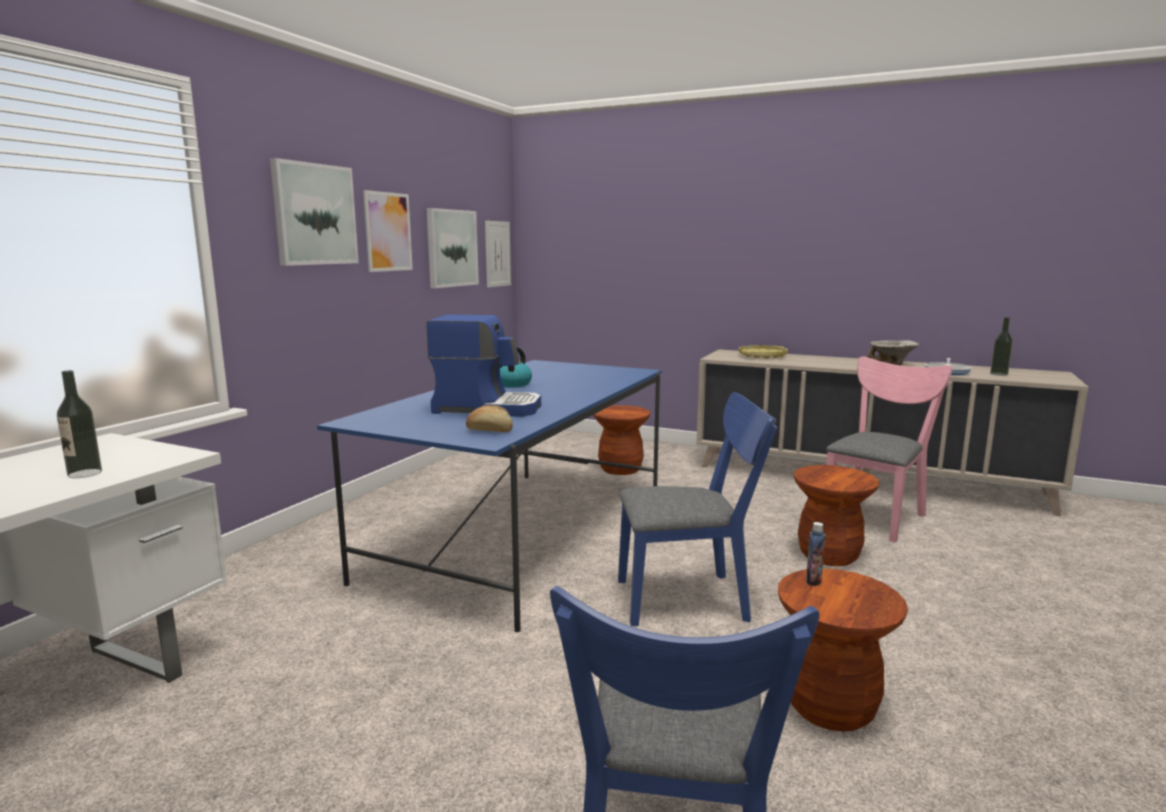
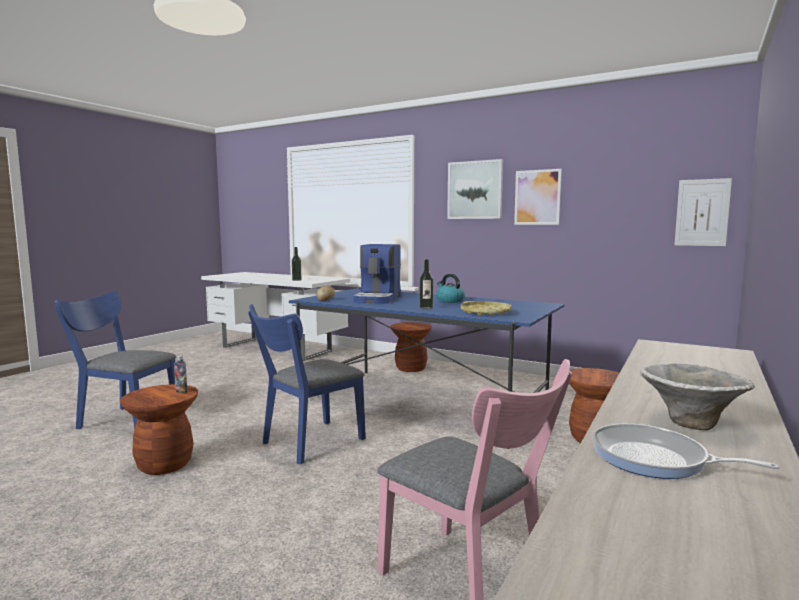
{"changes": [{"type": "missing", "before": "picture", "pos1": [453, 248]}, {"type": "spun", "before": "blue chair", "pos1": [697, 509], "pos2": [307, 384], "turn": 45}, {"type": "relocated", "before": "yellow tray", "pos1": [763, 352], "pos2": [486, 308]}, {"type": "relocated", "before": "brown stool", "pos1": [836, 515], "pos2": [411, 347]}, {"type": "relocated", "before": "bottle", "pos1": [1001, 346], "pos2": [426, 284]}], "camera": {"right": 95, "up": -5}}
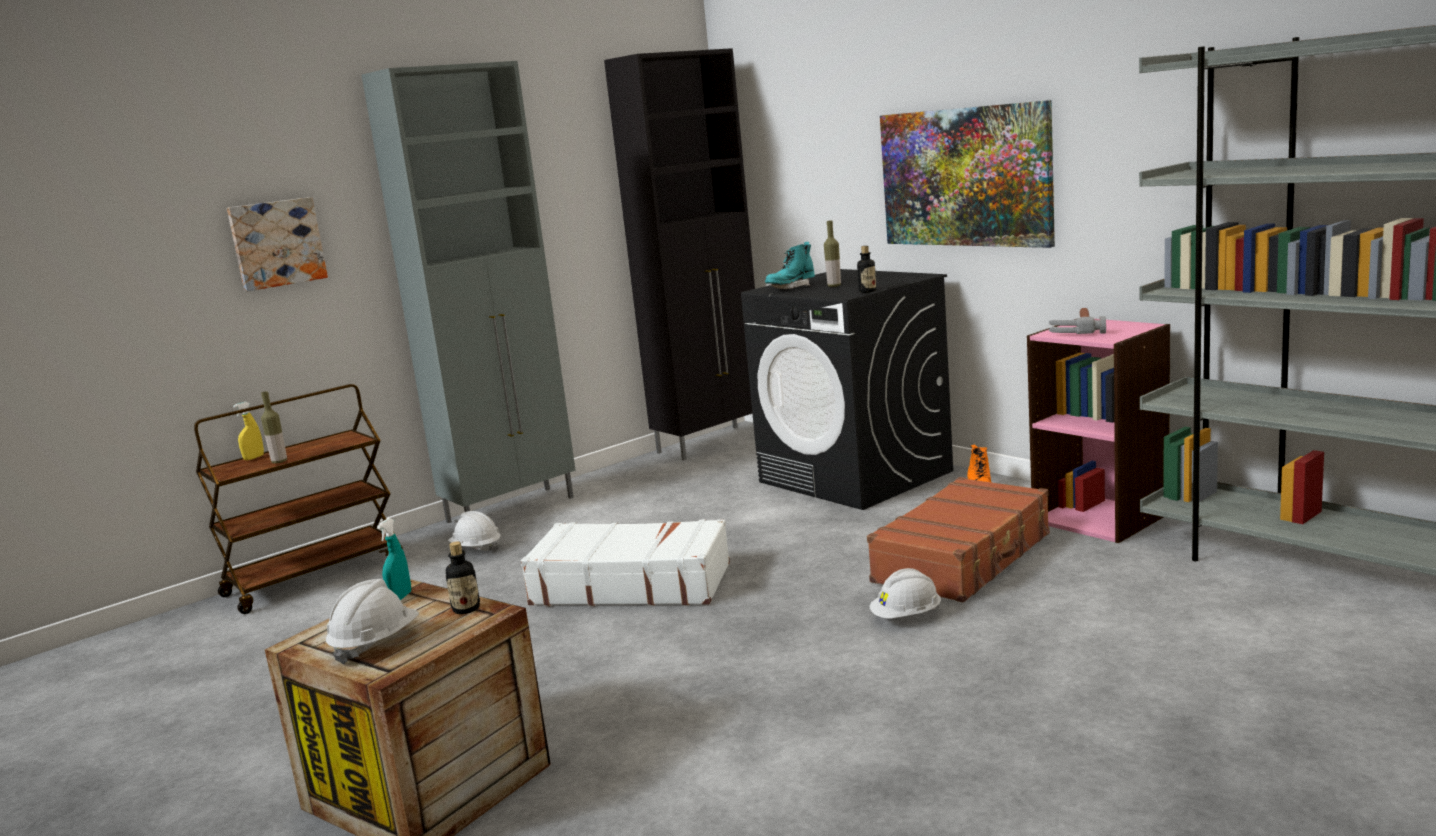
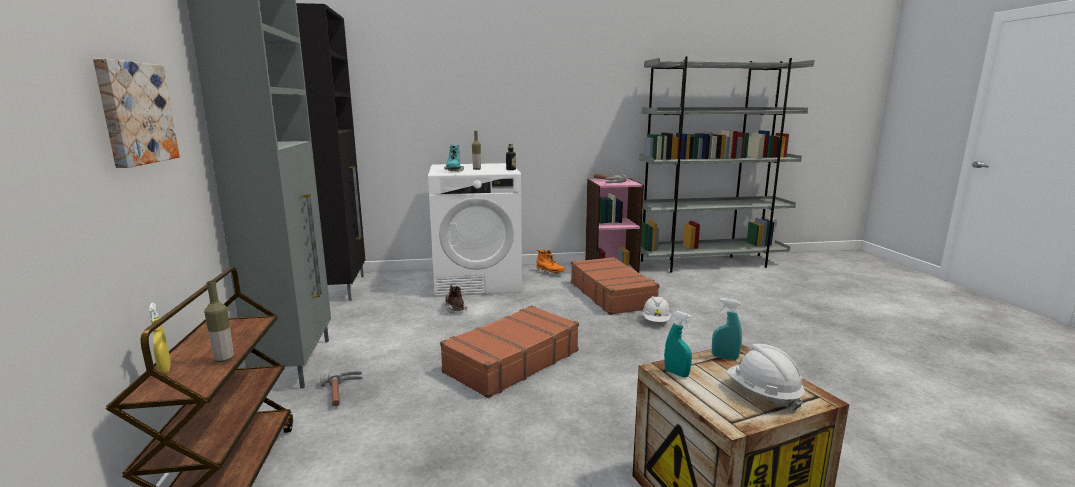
{"changes": [{"type": "exchanged", "before": "bottle", "after": "turquoise spray bottle", "pos1": [462, 577], "pos2": [727, 329]}, {"type": "exchanged", "before": "white hard hat", "after": "hammer", "pos1": [474, 531], "pos2": [341, 388]}, {"type": "colour", "before": "white suitcase", "after": "brown suitcase", "pos1": [625, 562], "pos2": [509, 351]}, {"type": "colour", "before": "black washing machine", "after": "white washing machine", "pos1": [847, 389], "pos2": [475, 230]}, {"type": "missing", "before": "picture", "pos1": [967, 174]}, {"type": "appeared", "after": "brown boot", "pos2": [455, 299]}], "camera": {"right": -60, "up": 0}}
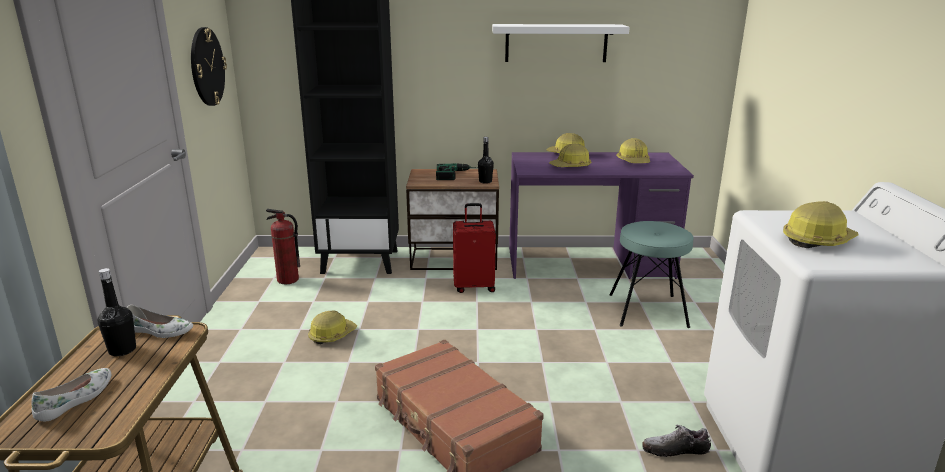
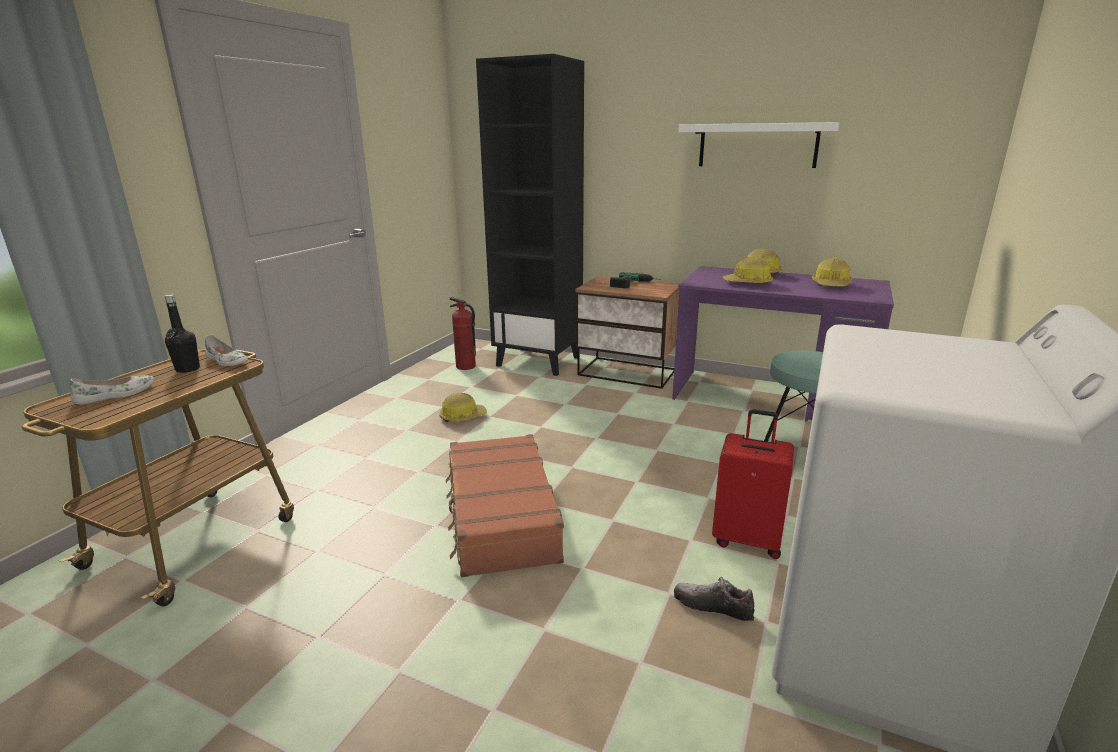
{"changes": [{"type": "missing", "before": "wall clock", "pos1": [209, 66]}, {"type": "relocated", "before": "red suitcase", "pos1": [474, 248], "pos2": [753, 484]}, {"type": "missing", "before": "black bottle", "pos1": [486, 160]}, {"type": "missing", "before": "hard hat", "pos1": [821, 224]}], "camera": {"right": 25, "up": 0}}
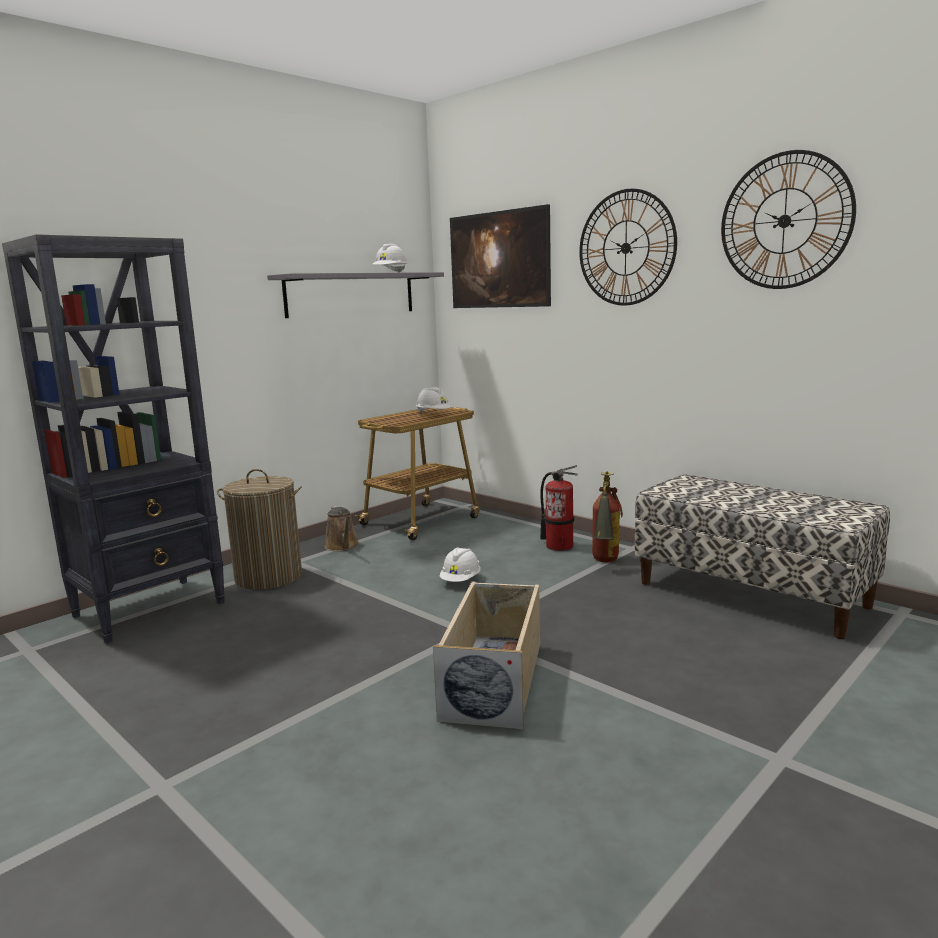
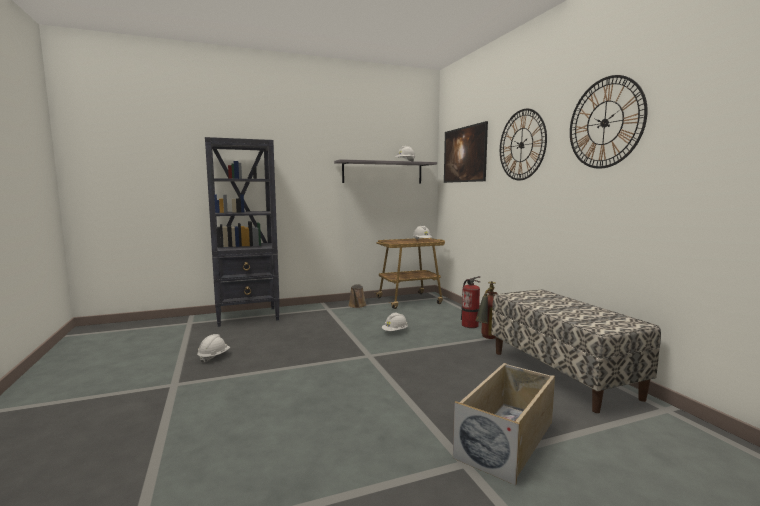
{"changes": [{"type": "missing", "before": "laundry basket", "pos1": [259, 529]}, {"type": "relocated", "before": "beige storage box", "pos1": [486, 656], "pos2": [504, 424]}, {"type": "appeared", "after": "white hard hat", "pos2": [213, 348]}], "camera": {"right": 25, "up": -5}}
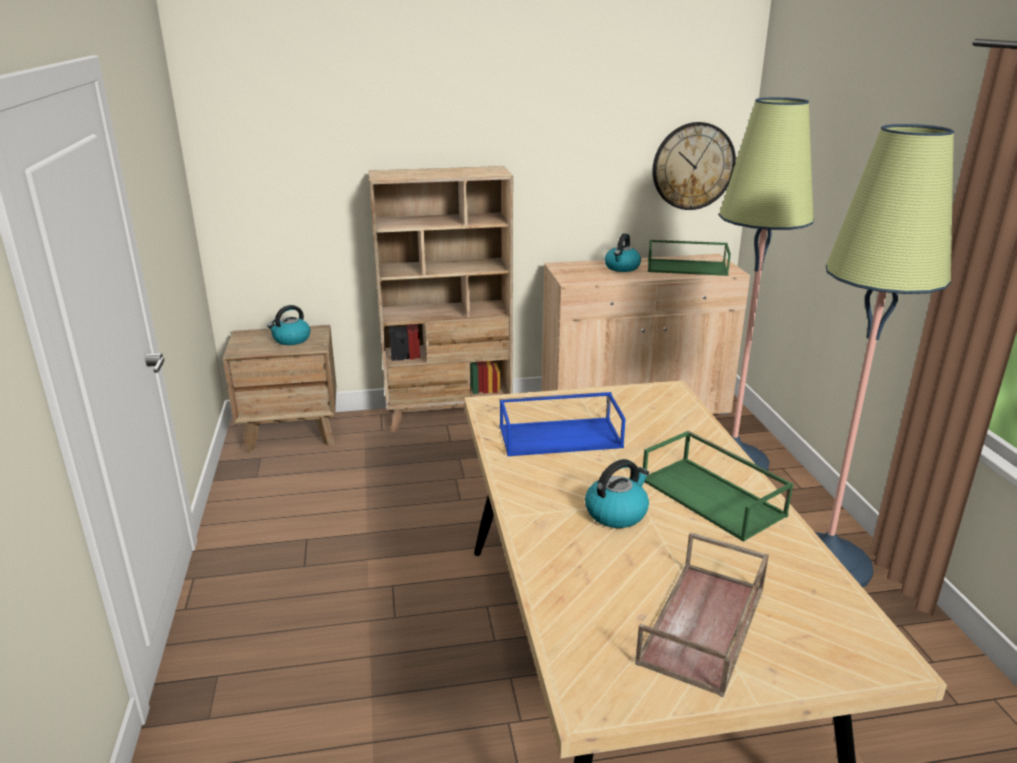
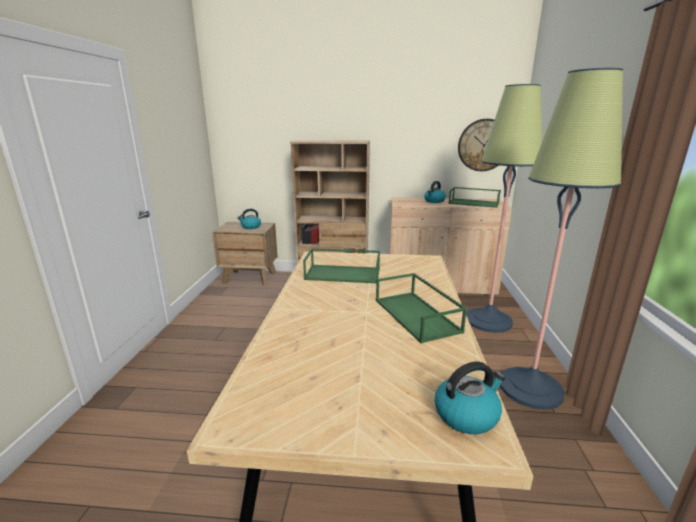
{"changes": [{"type": "colour", "before": "blue tray", "after": "green tray", "pos1": [563, 424], "pos2": [341, 265]}, {"type": "relocated", "before": "kettle", "pos1": [617, 493], "pos2": [470, 397]}, {"type": "missing", "before": "brown tray", "pos1": [702, 614]}], "camera": {"right": 15, "up": -5}}
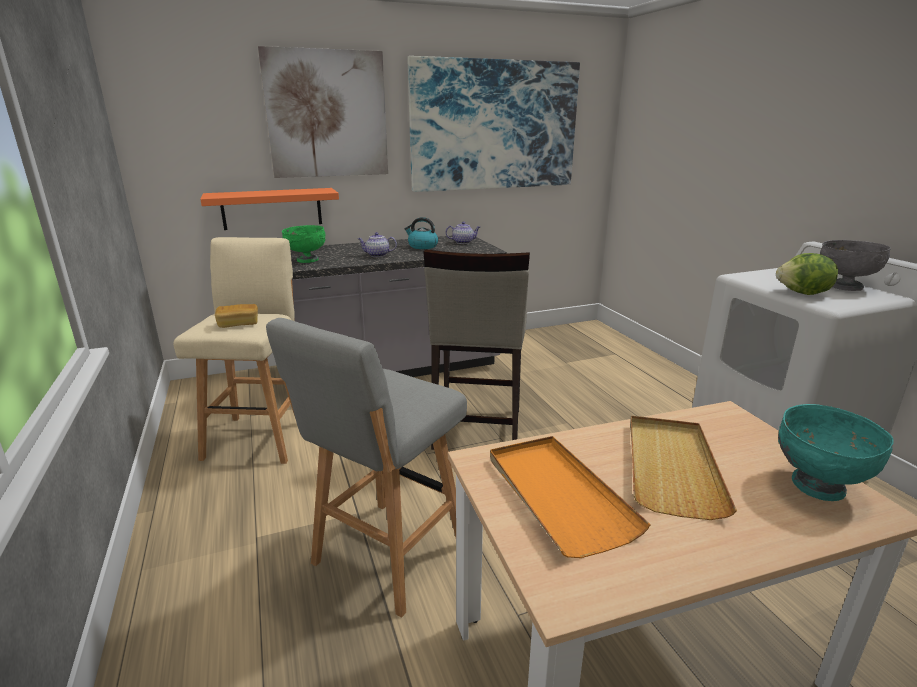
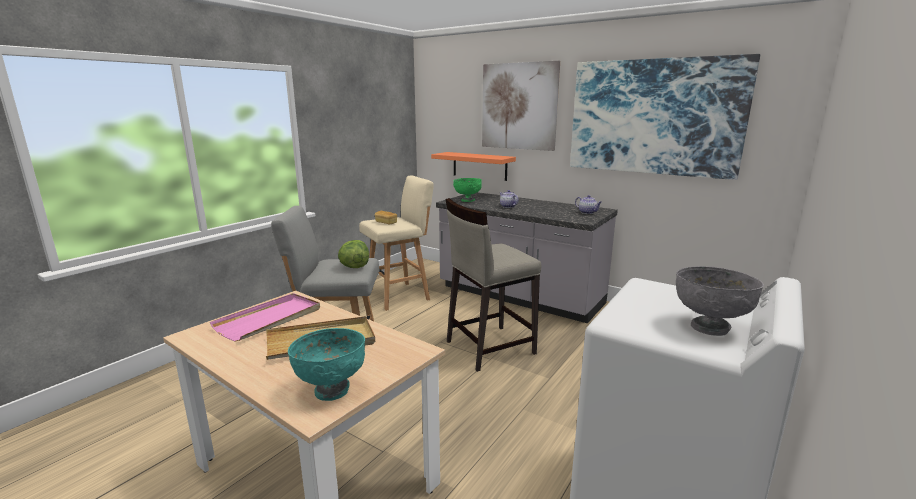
{"changes": [{"type": "missing", "before": "kettle", "pos1": [421, 233]}, {"type": "colour", "before": "orange tray", "after": "pink tray", "pos1": [570, 497], "pos2": [265, 317]}, {"type": "relocated", "before": "lettuce", "pos1": [807, 274], "pos2": [353, 254]}], "camera": {"right": 55, "up": -5}}
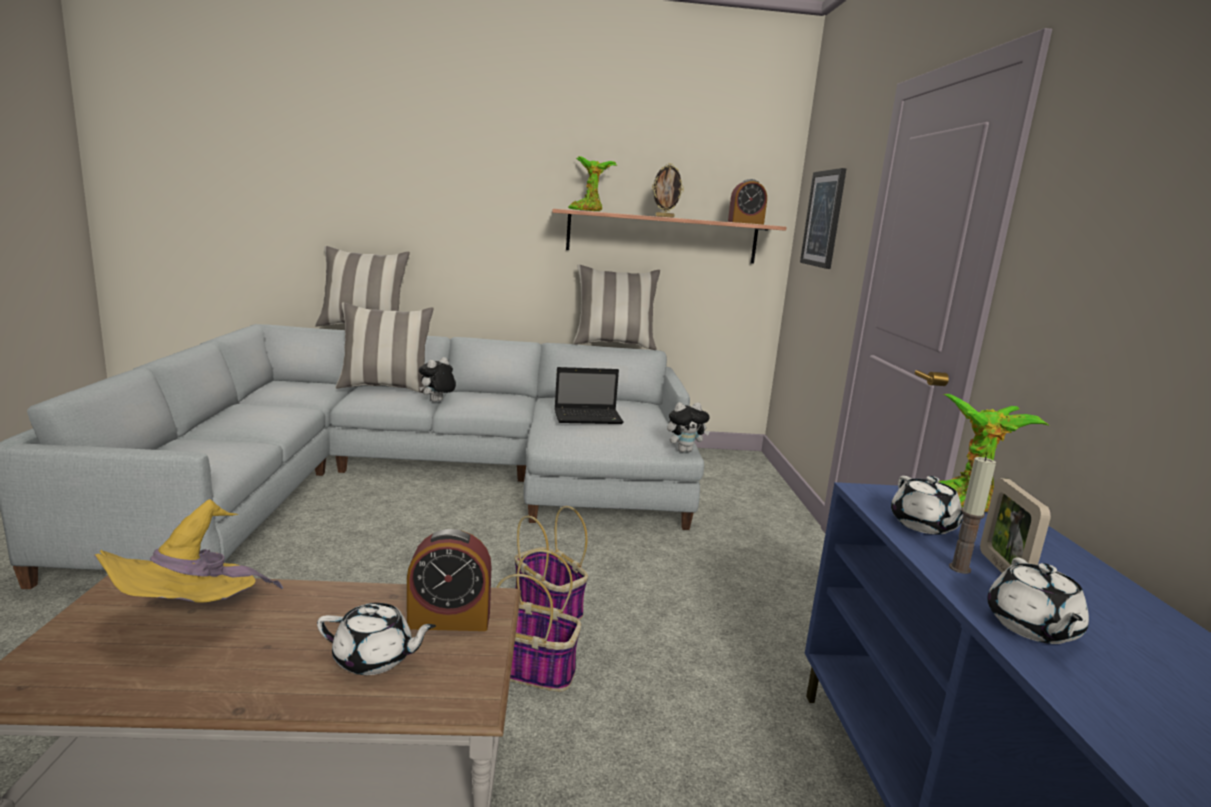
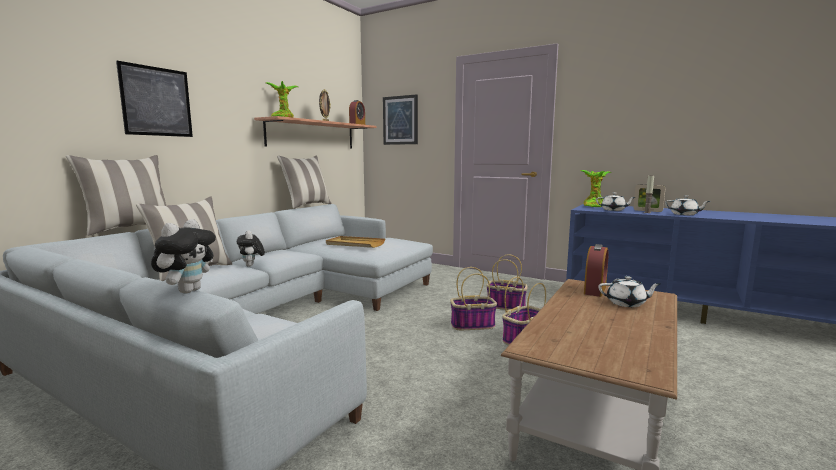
{"changes": [{"type": "missing", "before": "yellow hat", "pos1": [188, 551]}, {"type": "spun", "before": "white teapot", "pos1": [376, 639], "pos2": [629, 291], "turn": 60}, {"type": "exchanged", "before": "laptop", "after": "beige tray", "pos1": [589, 395], "pos2": [355, 242]}, {"type": "relocated", "before": "plush toy", "pos1": [688, 427], "pos2": [183, 256]}, {"type": "appeared", "after": "picture", "pos2": [154, 99]}, {"type": "appeared", "after": "basket", "pos2": [507, 282]}], "camera": {"right": -55, "up": -5}}
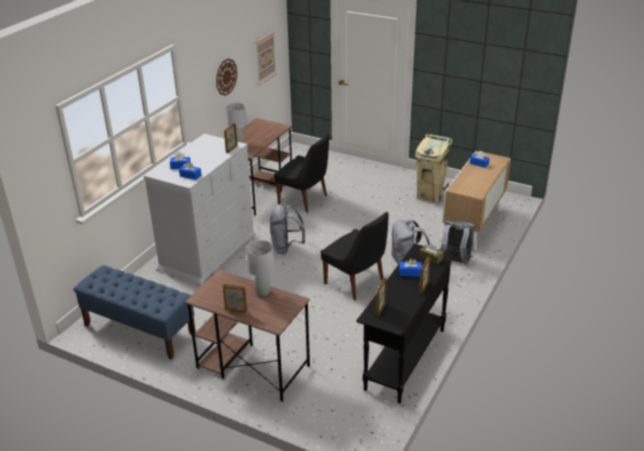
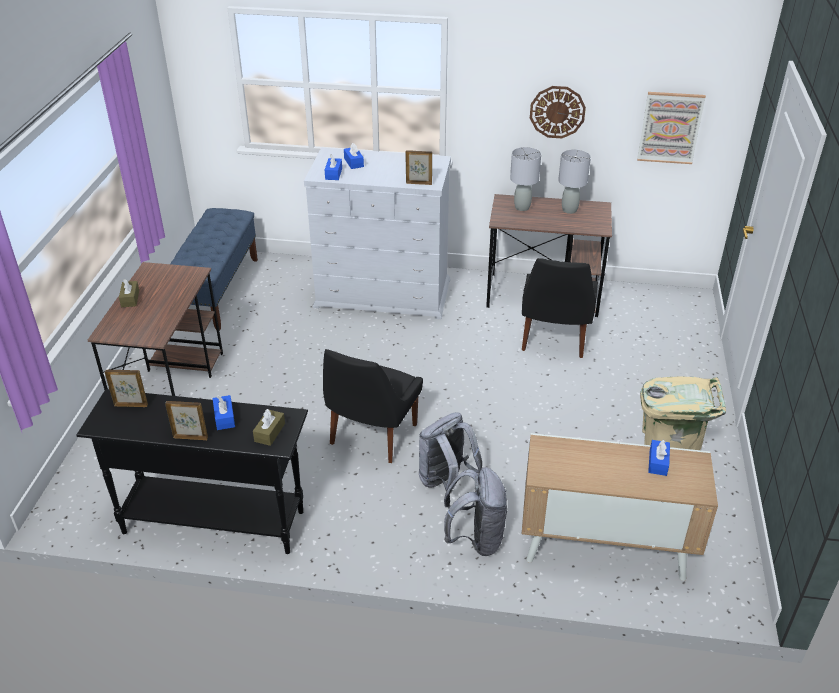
{"changes": [{"type": "exchanged", "before": "picture frame", "after": "brown tissue box", "pos1": [235, 298], "pos2": [129, 293]}, {"type": "relocated", "before": "grey table lamp", "pos1": [260, 268], "pos2": [574, 181]}, {"type": "missing", "before": "grey backpack", "pos1": [287, 229]}], "camera": {"right": 70, "up": 5}}
